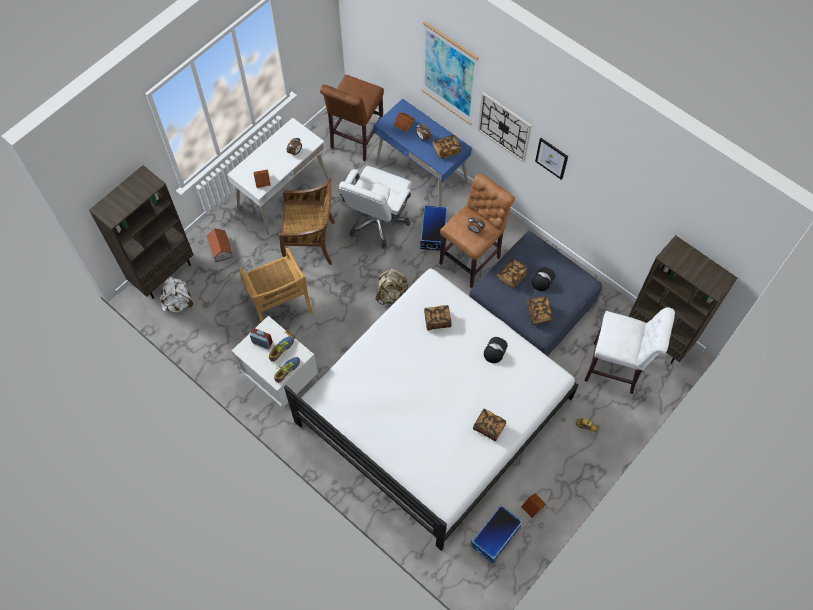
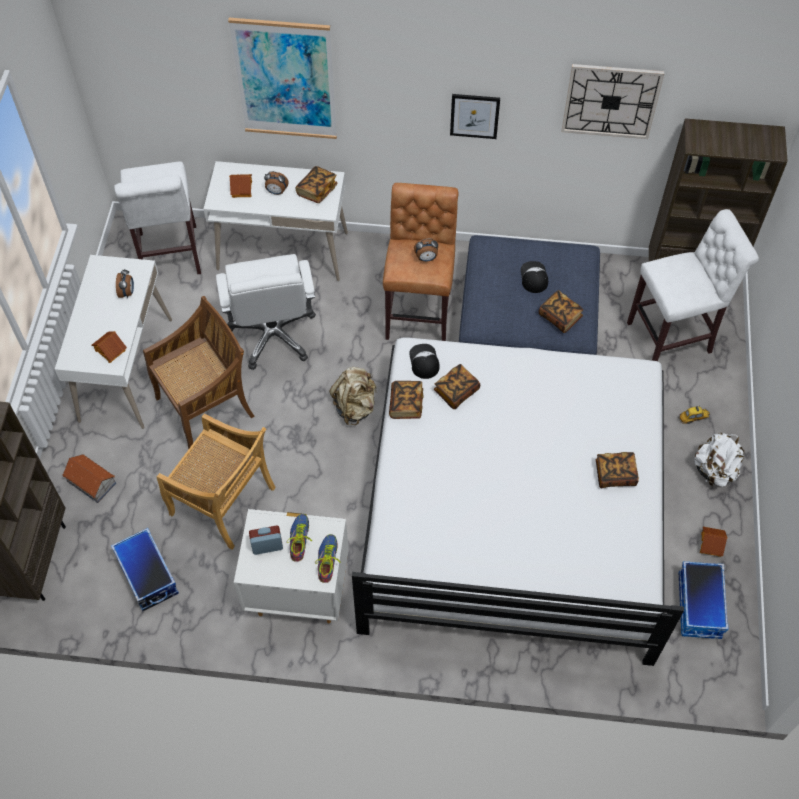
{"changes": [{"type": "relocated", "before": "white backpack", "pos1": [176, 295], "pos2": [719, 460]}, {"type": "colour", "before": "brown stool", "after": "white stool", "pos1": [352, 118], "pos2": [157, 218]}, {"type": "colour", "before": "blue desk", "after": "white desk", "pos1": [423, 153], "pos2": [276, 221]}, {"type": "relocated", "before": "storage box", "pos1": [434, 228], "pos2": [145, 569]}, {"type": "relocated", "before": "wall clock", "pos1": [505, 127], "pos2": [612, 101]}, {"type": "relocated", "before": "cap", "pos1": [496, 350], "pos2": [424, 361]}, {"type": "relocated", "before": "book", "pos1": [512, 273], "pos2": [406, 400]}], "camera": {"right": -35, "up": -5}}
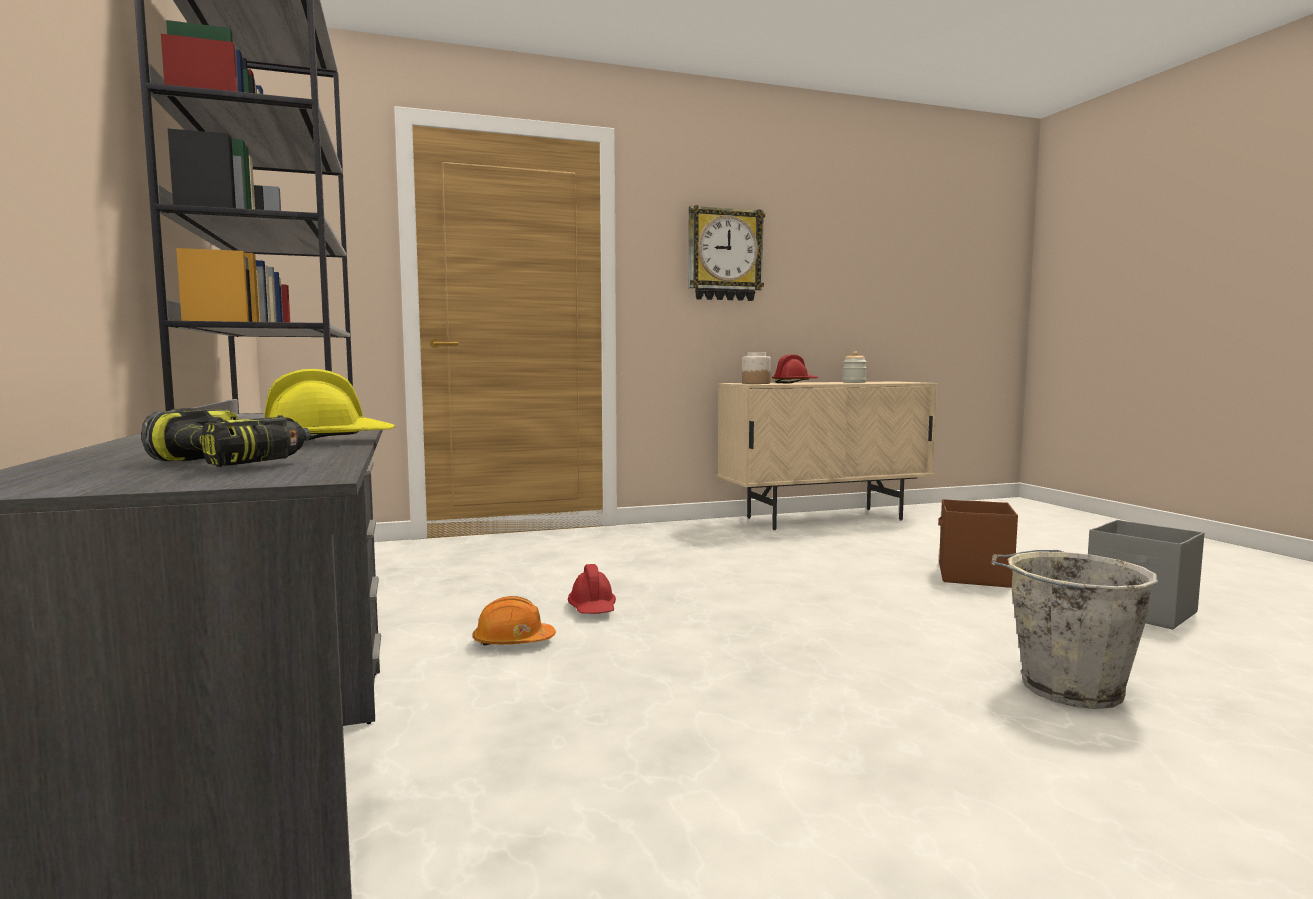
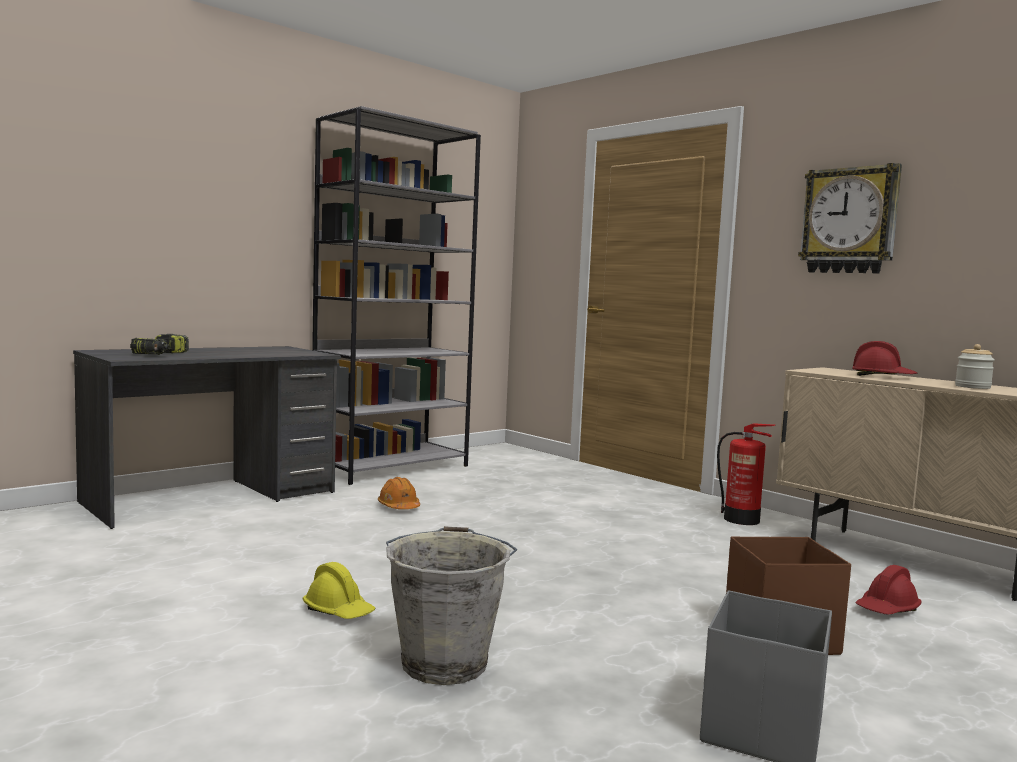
{"changes": [{"type": "relocated", "before": "yellow hard hat", "pos1": [329, 404], "pos2": [339, 590]}, {"type": "relocated", "before": "red hard hat", "pos1": [592, 589], "pos2": [888, 590]}, {"type": "missing", "before": "jar", "pos1": [756, 368]}, {"type": "appeared", "after": "fire extinguisher", "pos2": [746, 474]}], "camera": {"right": 65, "up": 0}}
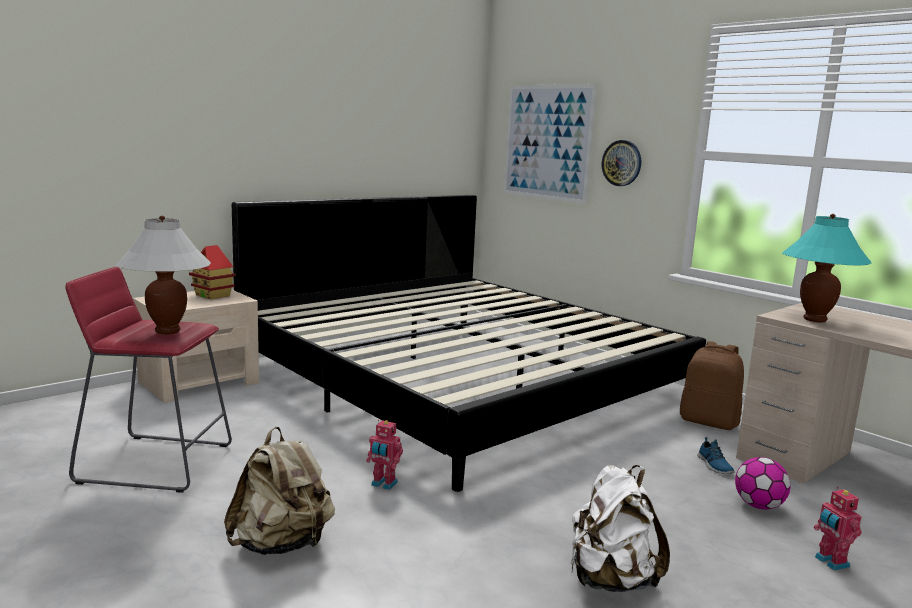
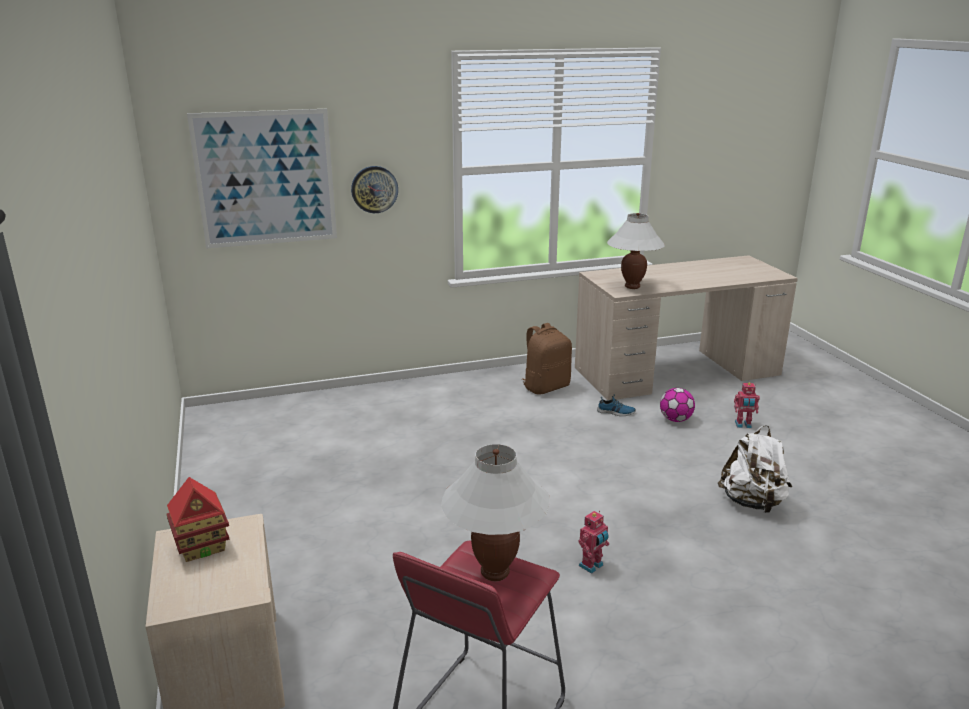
{"changes": [{"type": "missing", "before": "beige backpack", "pos1": [279, 491]}, {"type": "missing", "before": "bed", "pos1": [469, 343]}, {"type": "colour", "before": "turquoise table lamp", "after": "white table lamp", "pos1": [826, 268], "pos2": [636, 251]}], "camera": {"right": -65, "up": 10}}
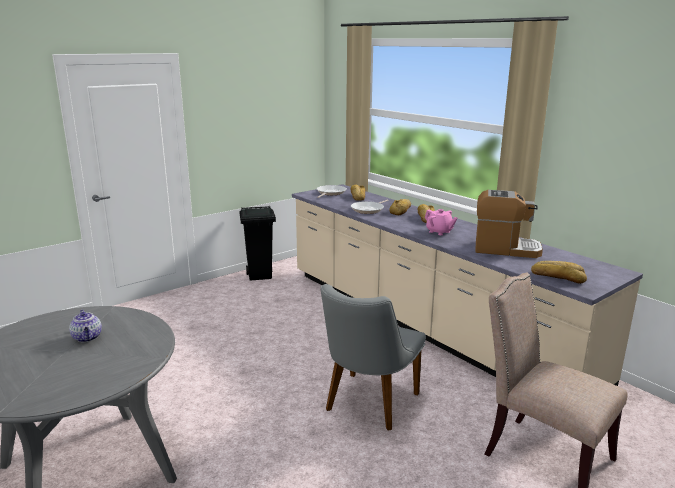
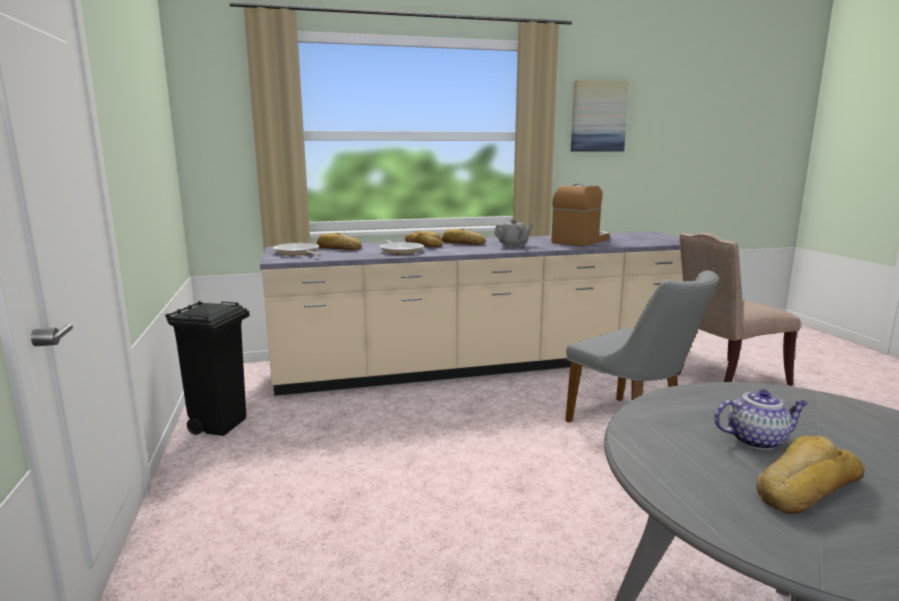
{"changes": [{"type": "colour", "before": "pink teapot", "after": "grey teapot", "pos1": [441, 222], "pos2": [513, 234]}, {"type": "relocated", "before": "bread", "pos1": [559, 272], "pos2": [810, 475]}, {"type": "appeared", "after": "picture", "pos2": [600, 116]}], "camera": {"right": -65, "up": -5}}
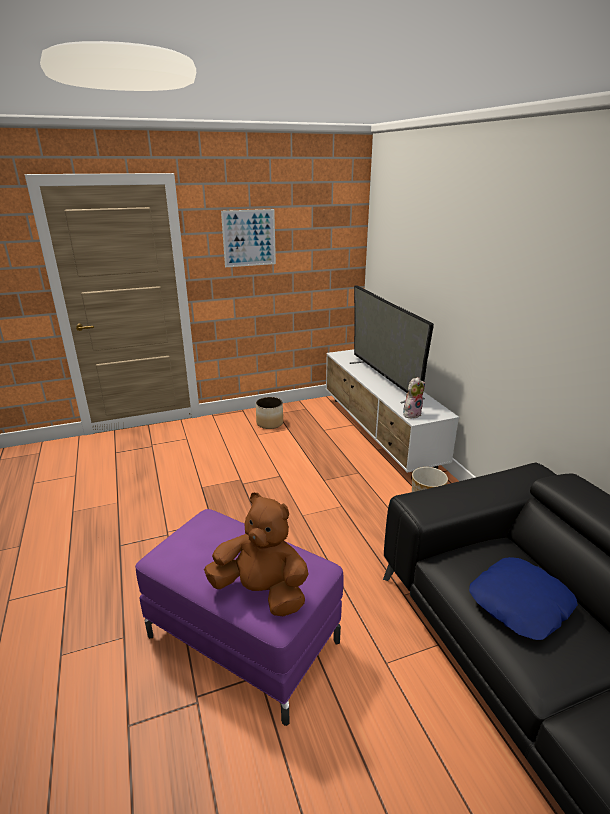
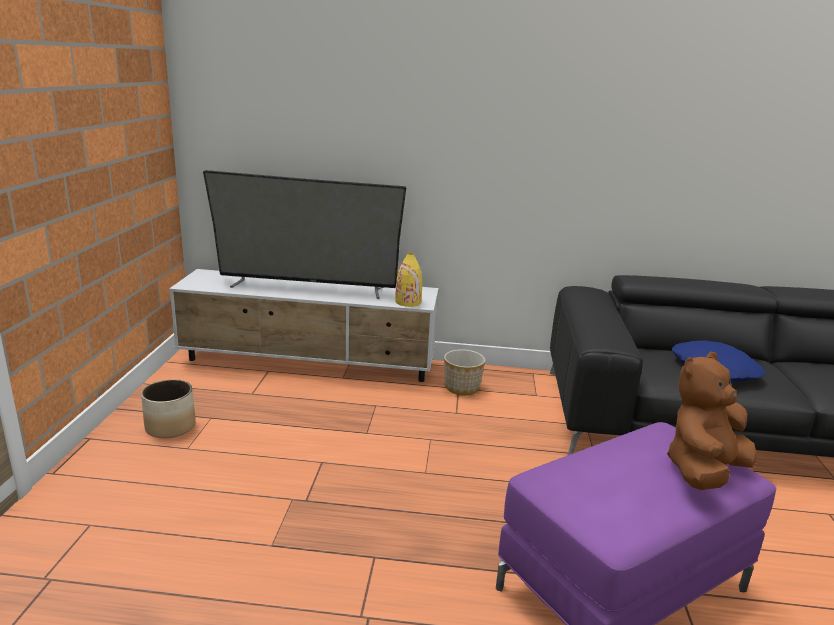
{"changes": [{"type": "missing", "before": "picture", "pos1": [248, 238]}, {"type": "exchanged", "before": "plush toy", "after": "yellow vase", "pos1": [414, 398], "pos2": [408, 280]}], "camera": {"right": -65, "up": -5}}
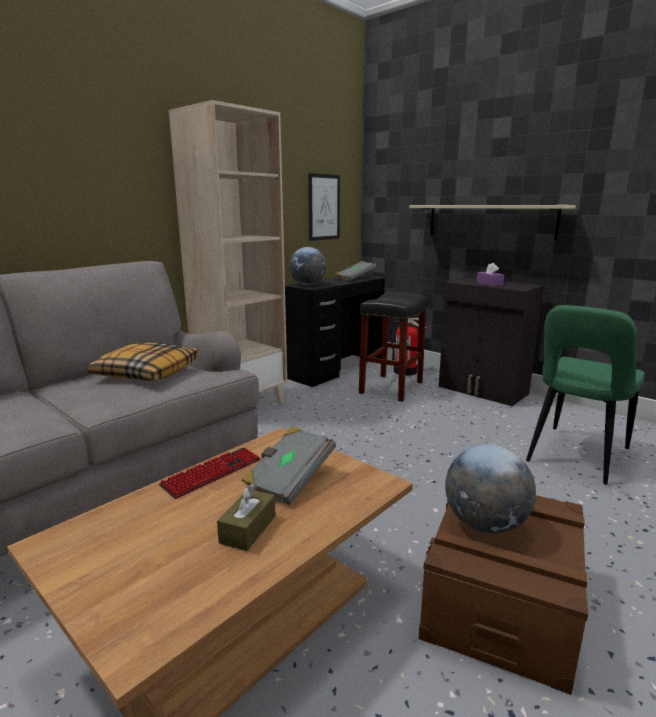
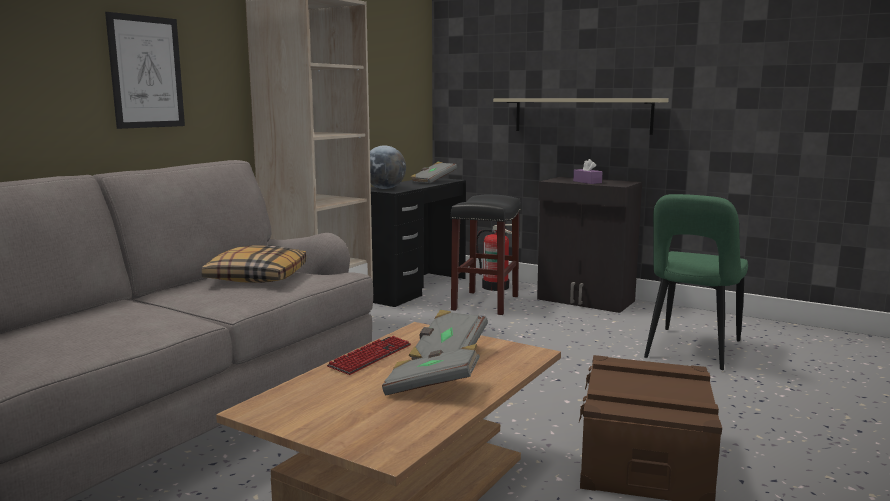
{"changes": [{"type": "exchanged", "before": "brown tissue box", "after": "grey book", "pos1": [246, 517], "pos2": [431, 370]}, {"type": "relocated", "before": "picture", "pos1": [324, 207], "pos2": [145, 70]}, {"type": "missing", "before": "globe", "pos1": [490, 489]}], "camera": {"right": -10, "up": -5}}
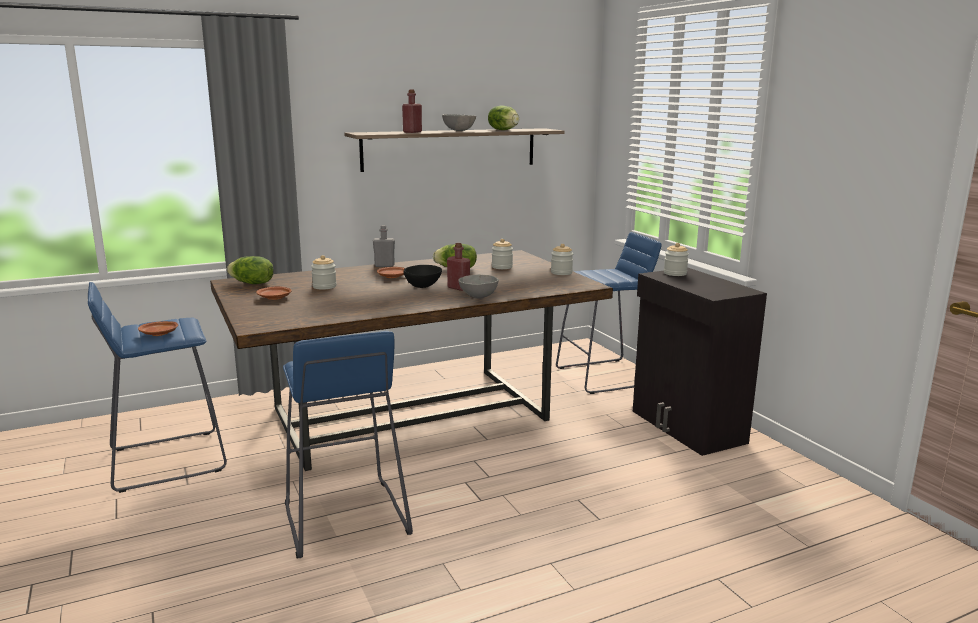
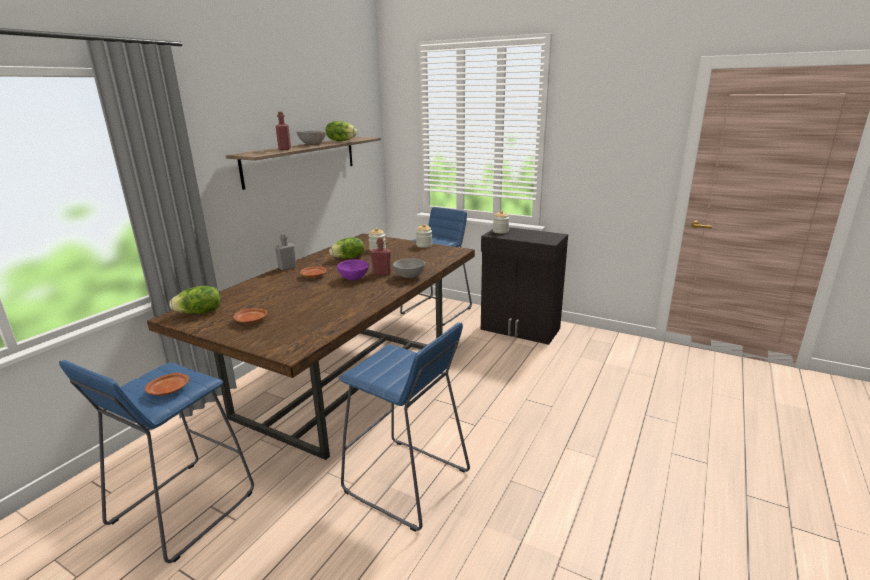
{"changes": [{"type": "missing", "before": "jar", "pos1": [324, 272]}, {"type": "colour", "before": "black bowl", "after": "purple bowl", "pos1": [423, 276], "pos2": [353, 269]}], "camera": {"right": -35, "up": 5}}
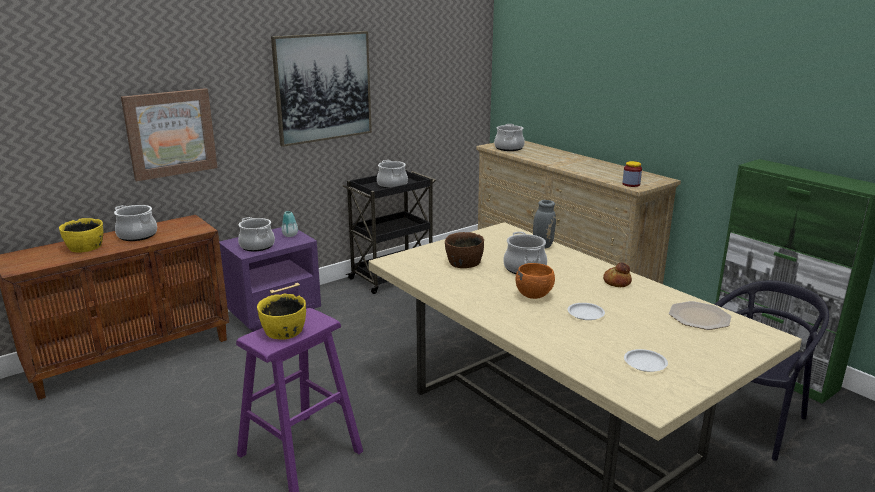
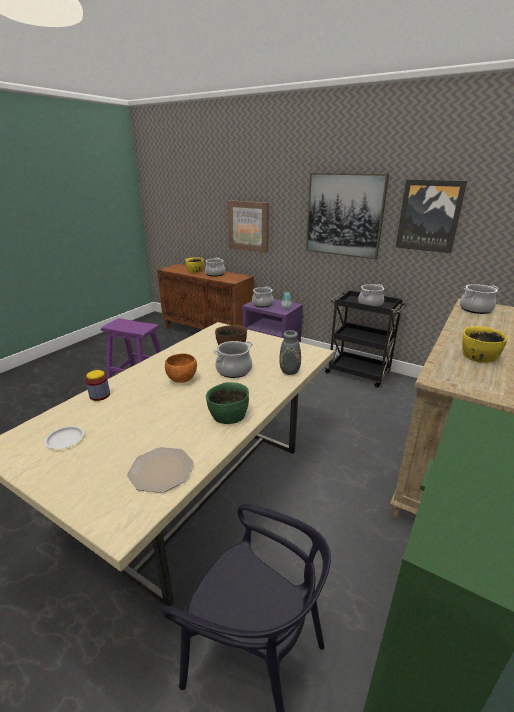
{"changes": [{"type": "relocated", "before": "yellow bowl", "pos1": [281, 317], "pos2": [485, 344]}, {"type": "missing", "before": "white plate", "pos1": [586, 311]}, {"type": "exchanged", "before": "bread", "after": "green bowl", "pos1": [617, 274], "pos2": [227, 403]}, {"type": "relocated", "before": "jar", "pos1": [632, 174], "pos2": [98, 385]}, {"type": "appeared", "after": "picture", "pos2": [431, 216]}], "camera": {"right": 70, "up": 5}}
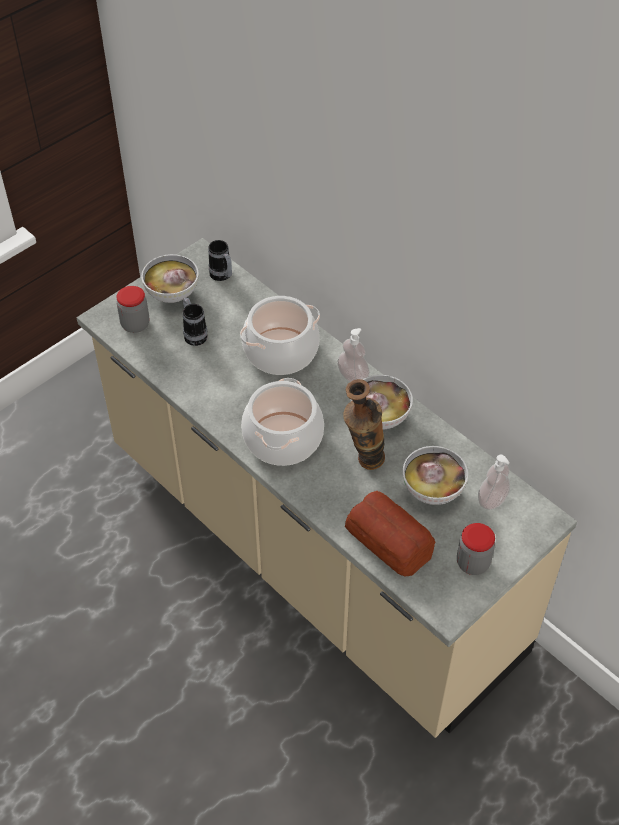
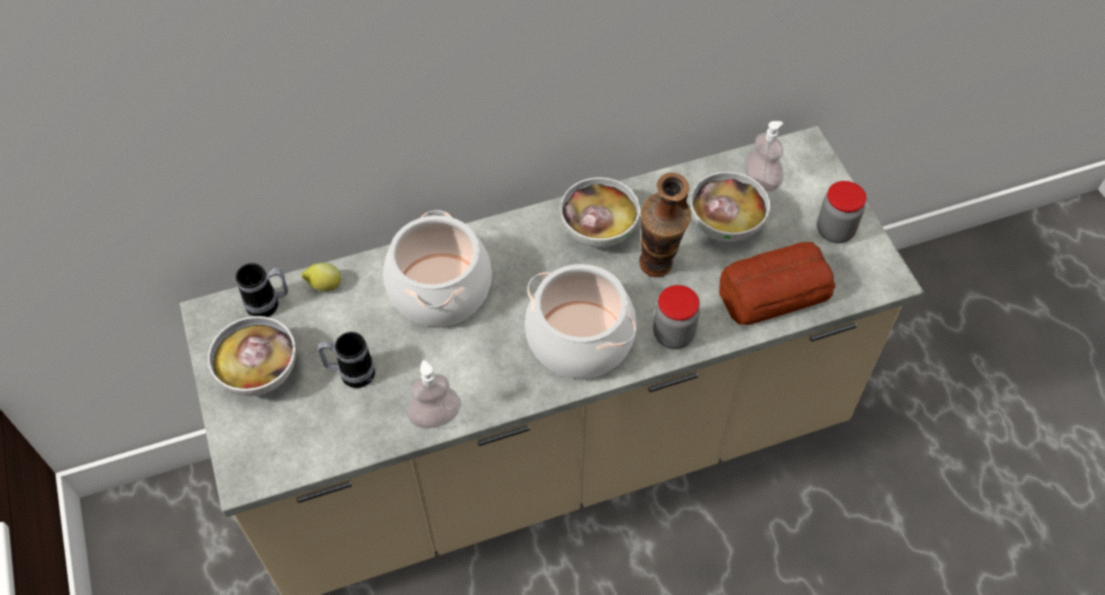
{"changes": [{"type": "relocated", "before": "jar", "pos1": [132, 309], "pos2": [676, 317]}, {"type": "relocated", "before": "soap dispenser", "pos1": [353, 355], "pos2": [434, 394]}, {"type": "appeared", "after": "lemon", "pos2": [321, 277]}], "camera": {"right": -65, "up": 5}}
